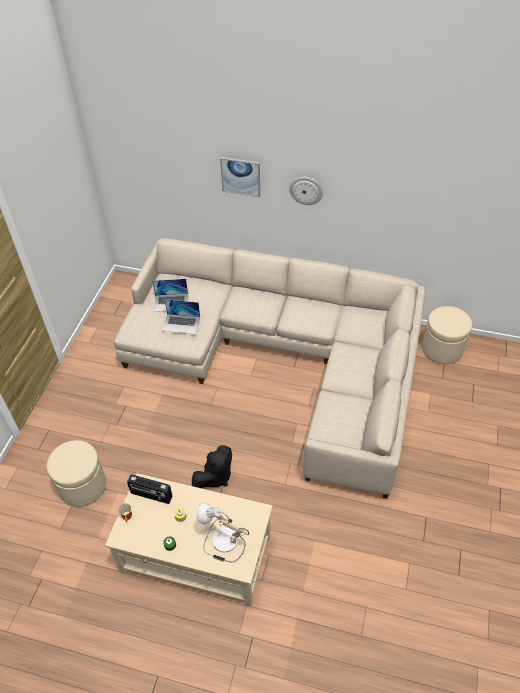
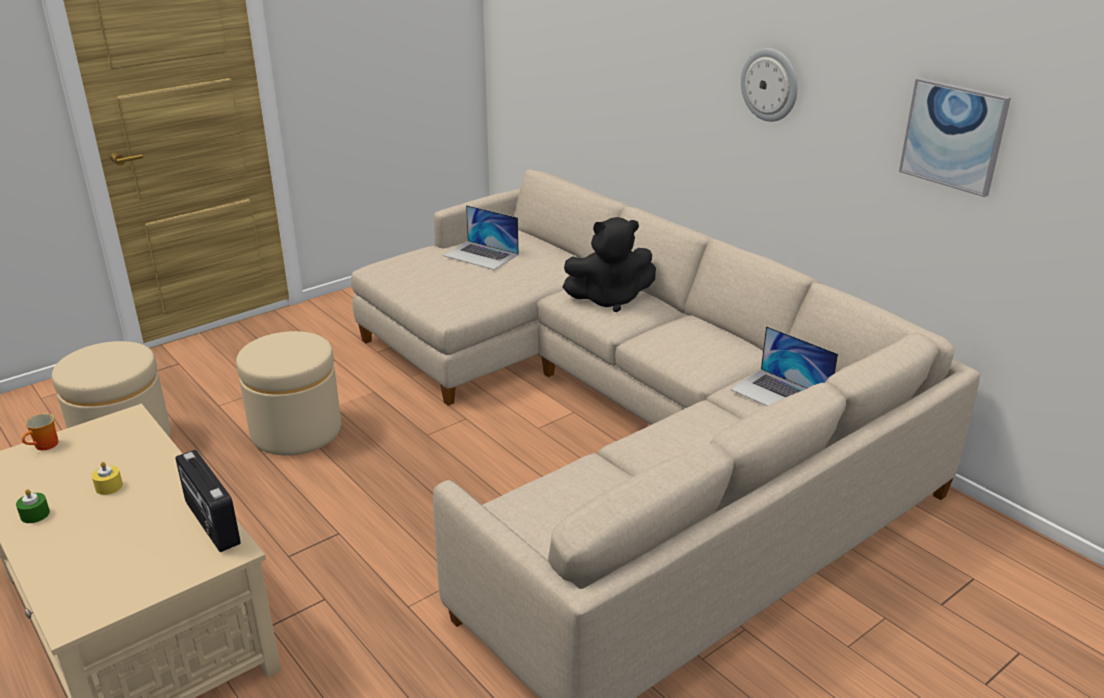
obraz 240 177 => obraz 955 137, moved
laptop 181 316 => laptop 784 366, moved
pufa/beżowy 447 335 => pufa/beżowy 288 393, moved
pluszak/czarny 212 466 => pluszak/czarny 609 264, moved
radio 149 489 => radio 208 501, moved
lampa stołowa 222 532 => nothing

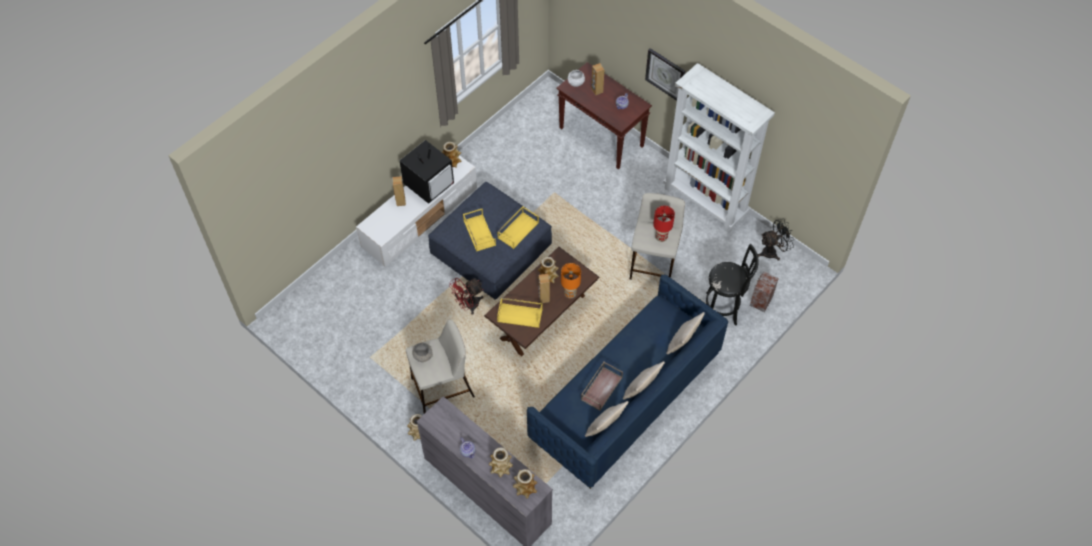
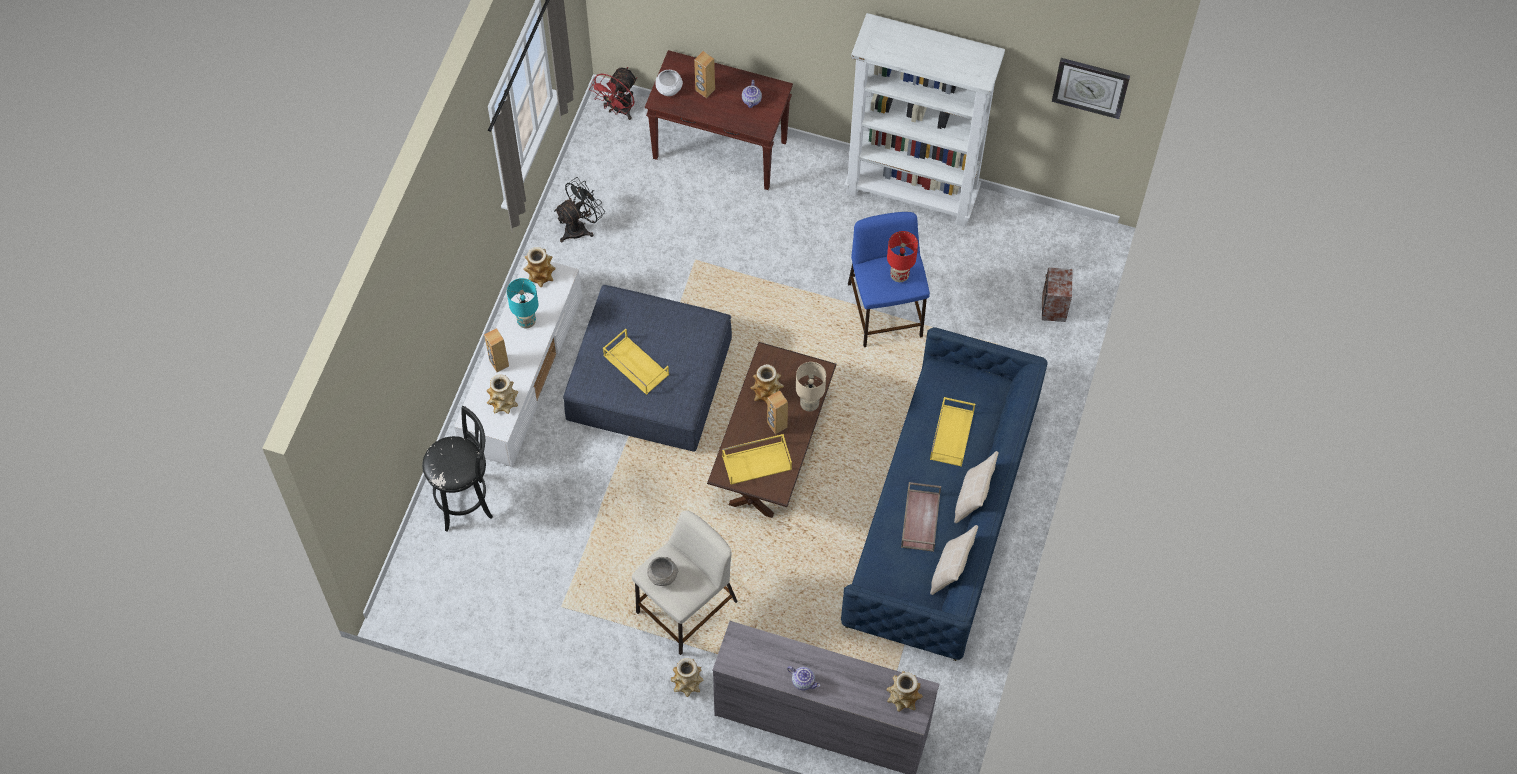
zegar ścienny 665 74 => zegar ścienny 1091 88, moved
telewizor 427 172 => lampa stołowa/turkusowy 522 303
stołek/beżowy 657 236 => stołek/niebieski 889 279
taca/żółty 518 227 => taca/żółty 952 432, moved
wentylator/czarny 776 239 => wentylator/czarny 579 209, moved
stołek/czarny 732 284 => stołek/czarny 457 469, moved
lampa stołowa/pomarańczowy 571 280 => lampa stołowa/beżowy 811 386
wentylator/czerwony 466 296 => wentylator/czerwony 613 93, moved
poduszka/beżowy 685 333 => nothing
wazon 501 462 => wazon 502 394, moved

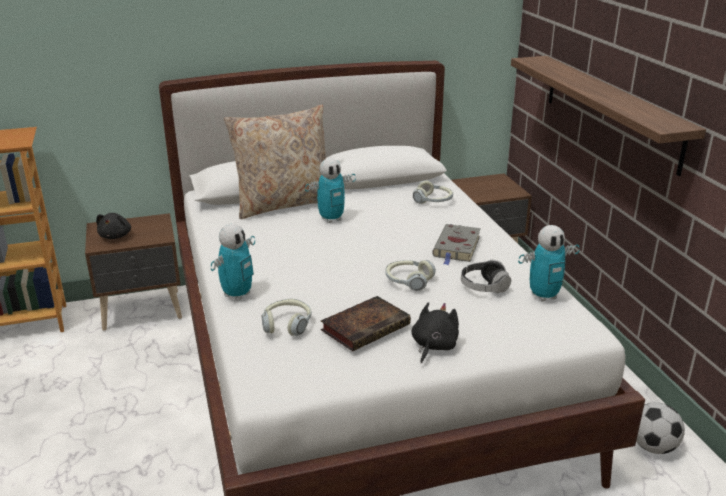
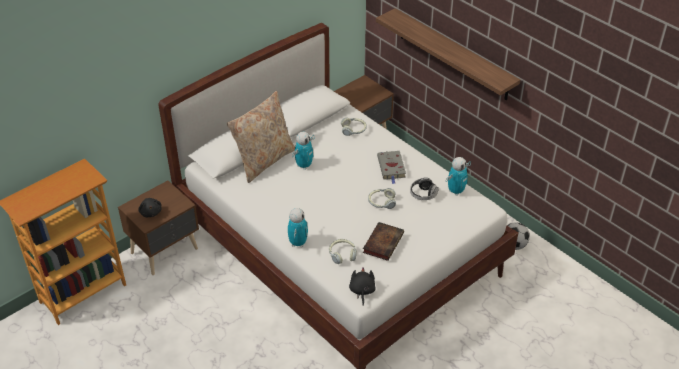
pluszak/czarny 435 333 => pluszak/czarny 362 286, moved

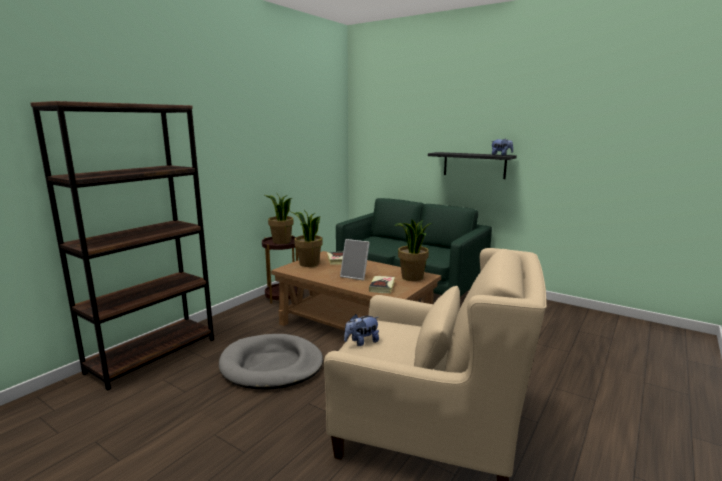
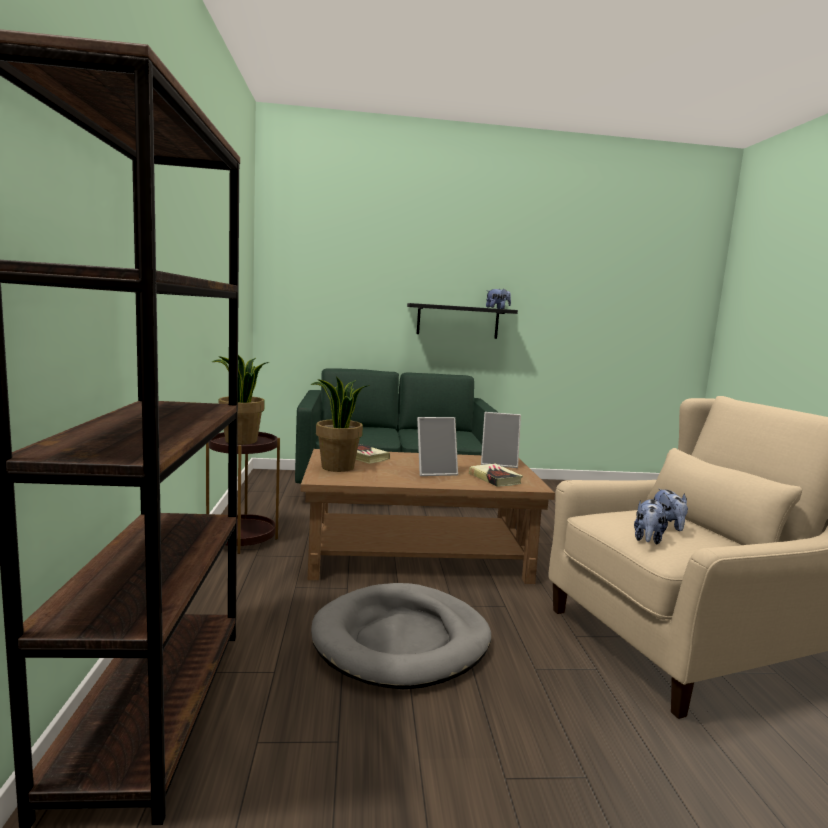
roślina doniczkowa 413 250 => ramka na zdjęcie 501 440
nothing => pluszak 671 510

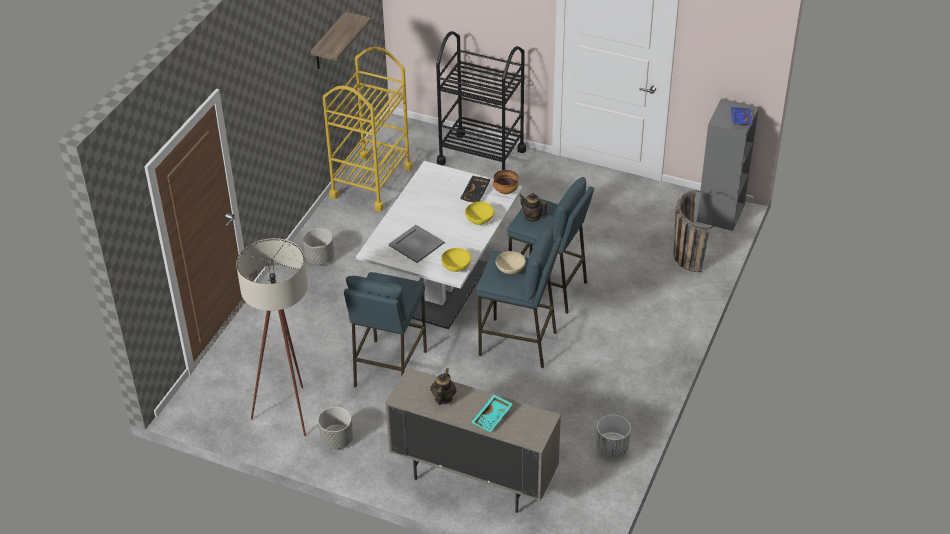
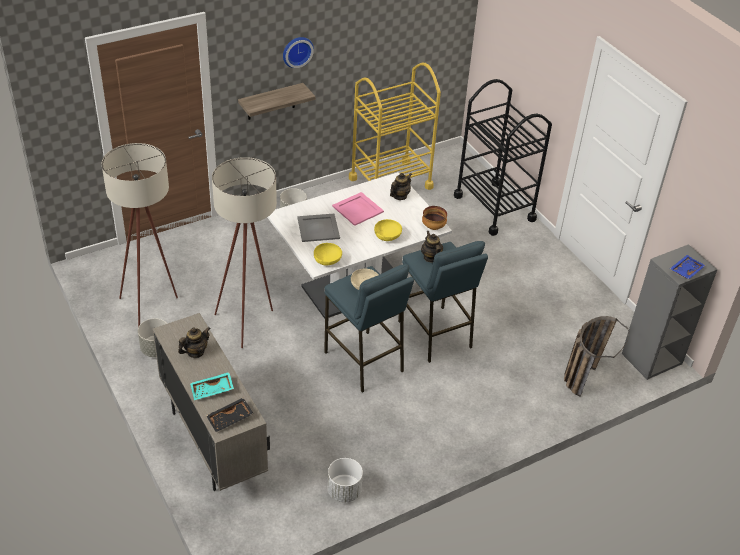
półka 341 40 => półka 276 101, moved
taca/czarny 475 188 => taca/czarny 230 415, moved
stołek/niebieski 385 329 => lampa stojąca/beżowy 244 252
nothing => zegar ścienny 298 52
nothing => imbryk 401 186
nothing => taca/różowy 358 209

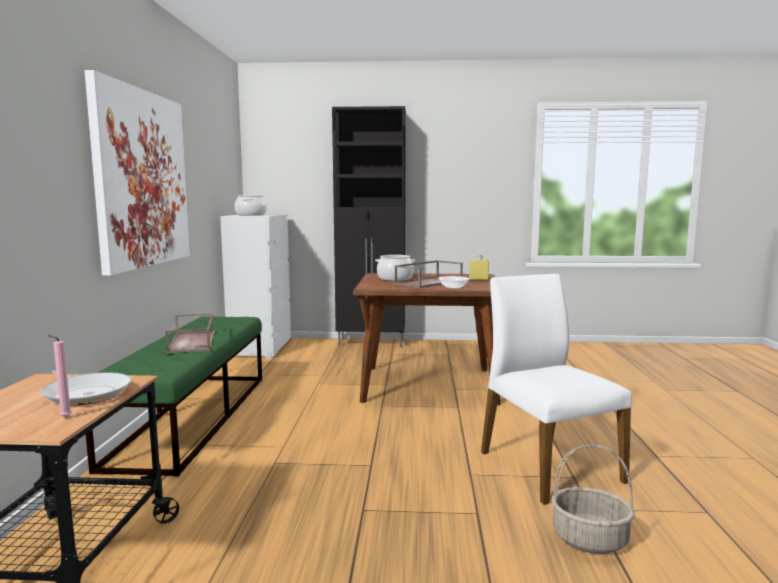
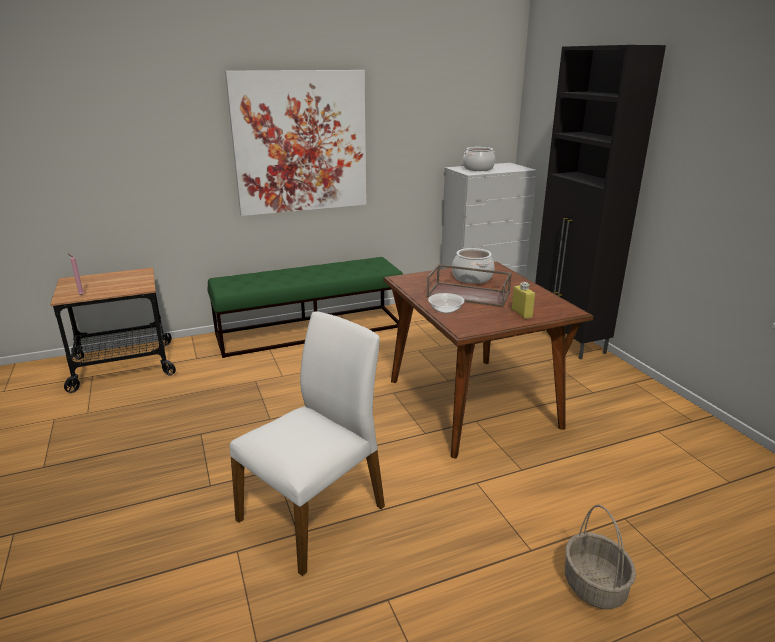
taca/brązowy 190 333 => nothing
patelnia 86 388 => nothing
koszyk 593 499 => koszyk 600 557, moved

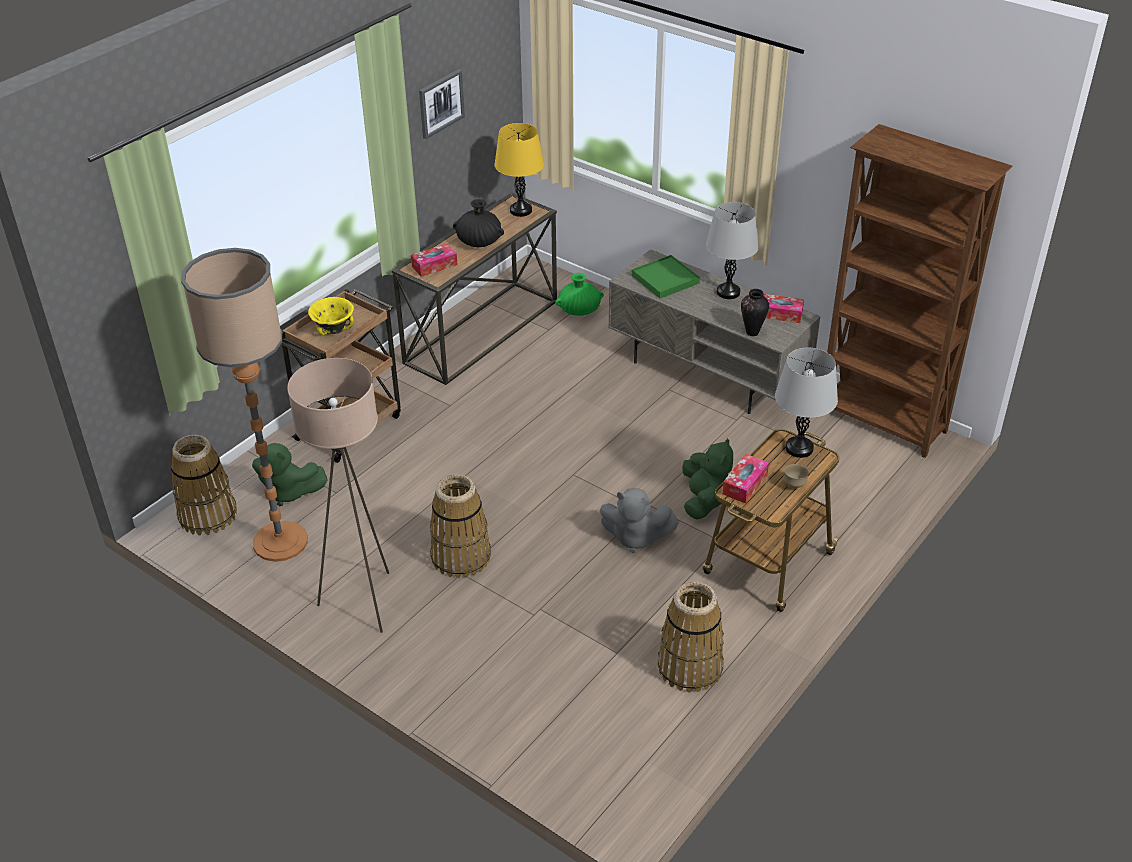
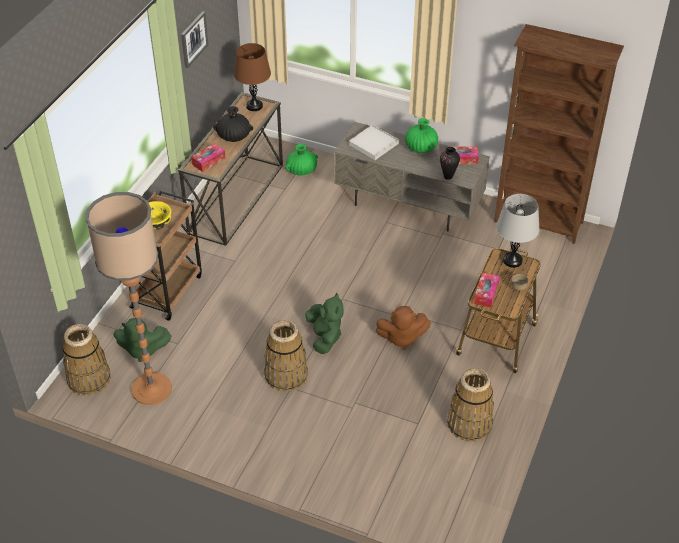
lampa stołowa/żółty 519 170 => lampa stołowa/brązowy 252 77
lampa stołowa/szary 732 250 => wazon/zielony 421 135
taca/zielony 666 277 => taca/biały 374 142
lampa stojąca/beżowy 338 495 => nothing
pluszak/zielony 707 479 => pluszak/zielony 324 323, moved
pluszak/szary 639 520 => pluszak/brązowy 403 328

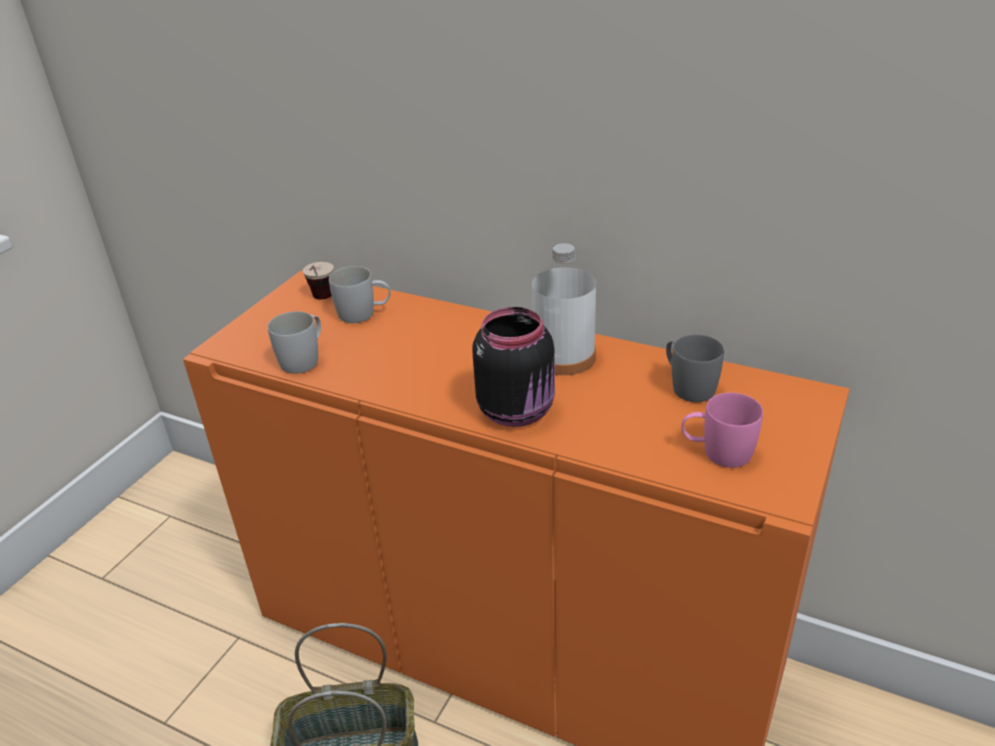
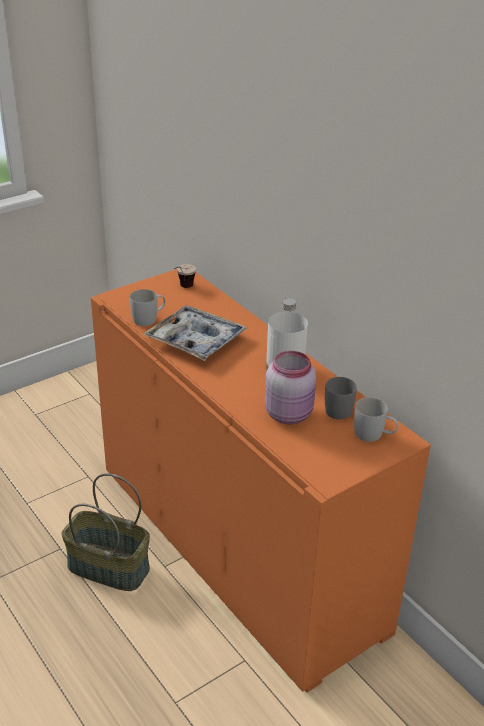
kubek/biały 360 294 => kubek/biały 376 419, moved
słoik/czarny 513 367 => nothing
kubek/różowy 722 430 => nothing
nothing => taca 195 333
nothing => słoik/różowy 290 387

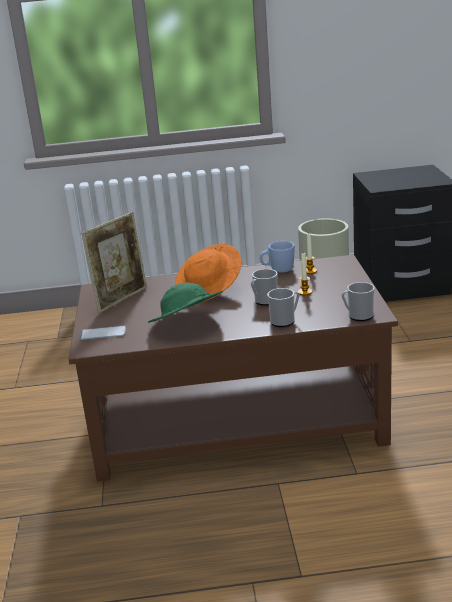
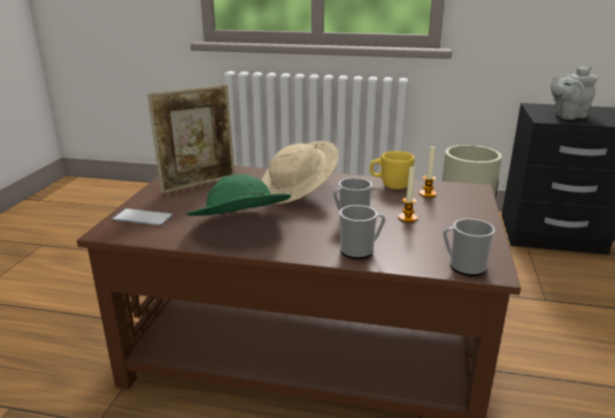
kubek/niebieski 277 257 => kubek/żółty 392 170
kapelusz/pomarańczowy 208 273 => kapelusz/beżowy 300 172
nothing => imbryk/szary 574 93

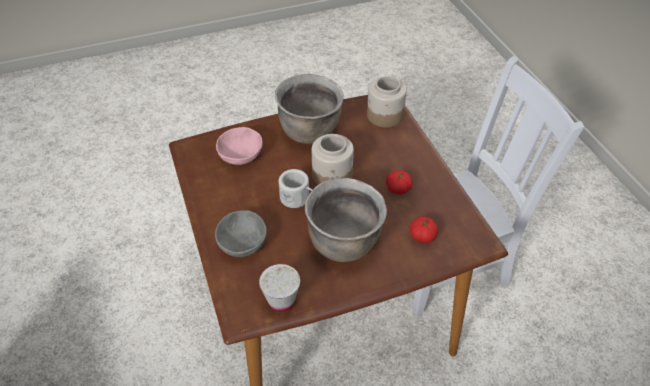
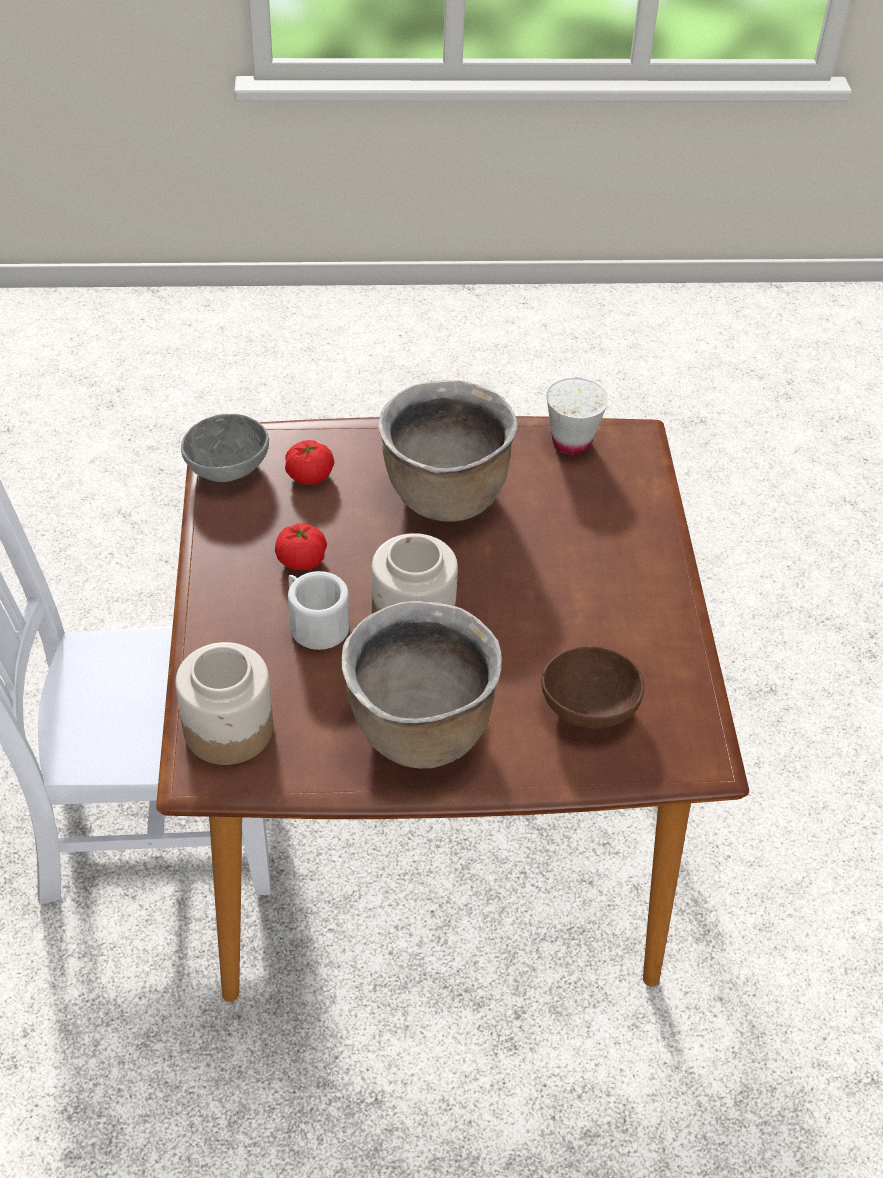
miska/różowy 239 146 => miska/brązowy 592 687
kubek/biały 296 188 => kubek/biały 318 610, moved
miska/szary 241 233 => miska/szary 225 448, moved

